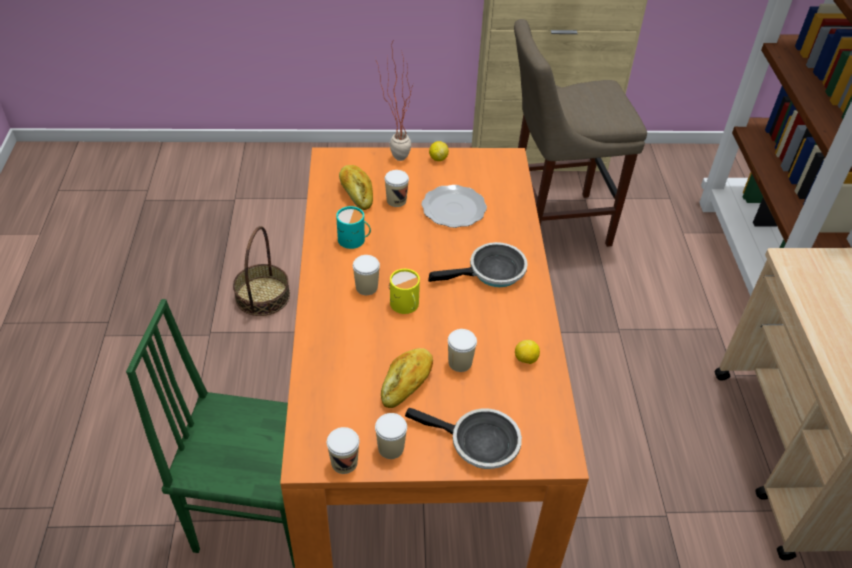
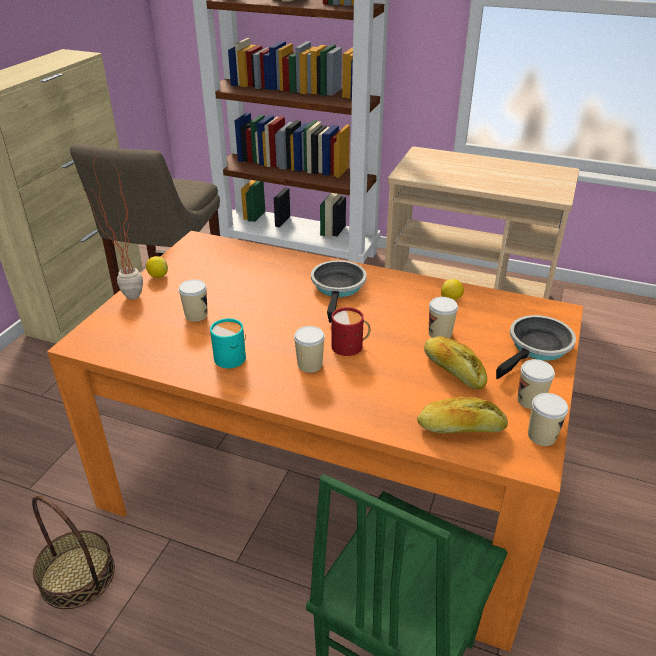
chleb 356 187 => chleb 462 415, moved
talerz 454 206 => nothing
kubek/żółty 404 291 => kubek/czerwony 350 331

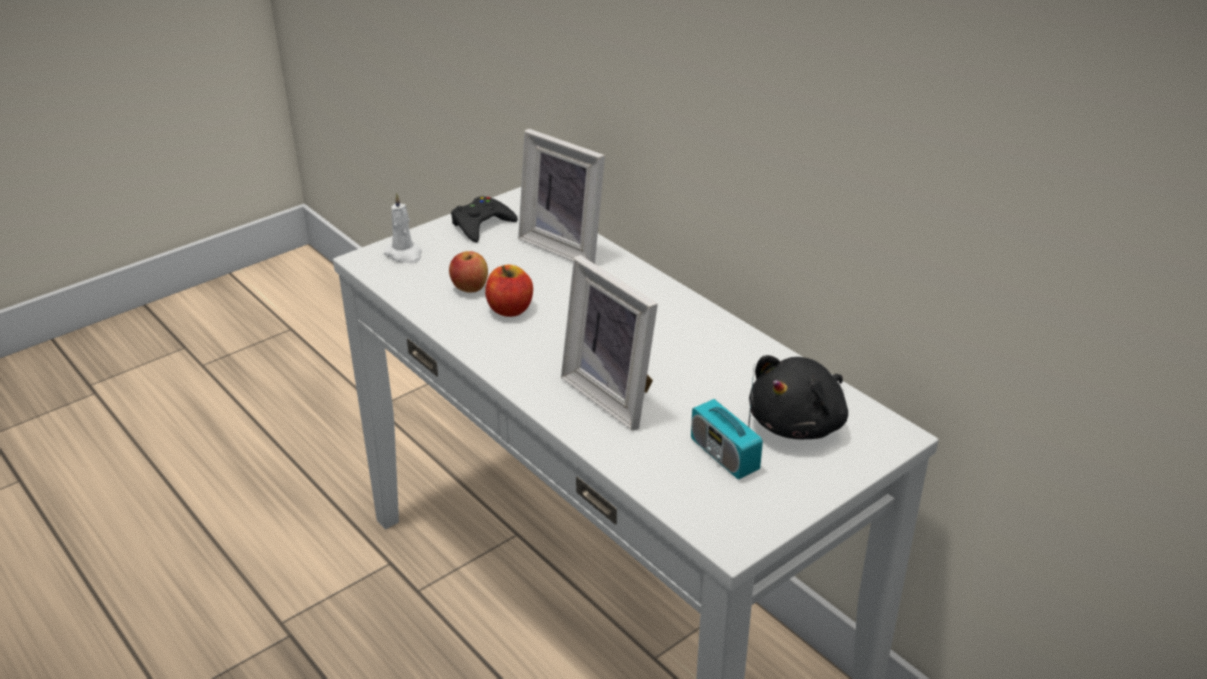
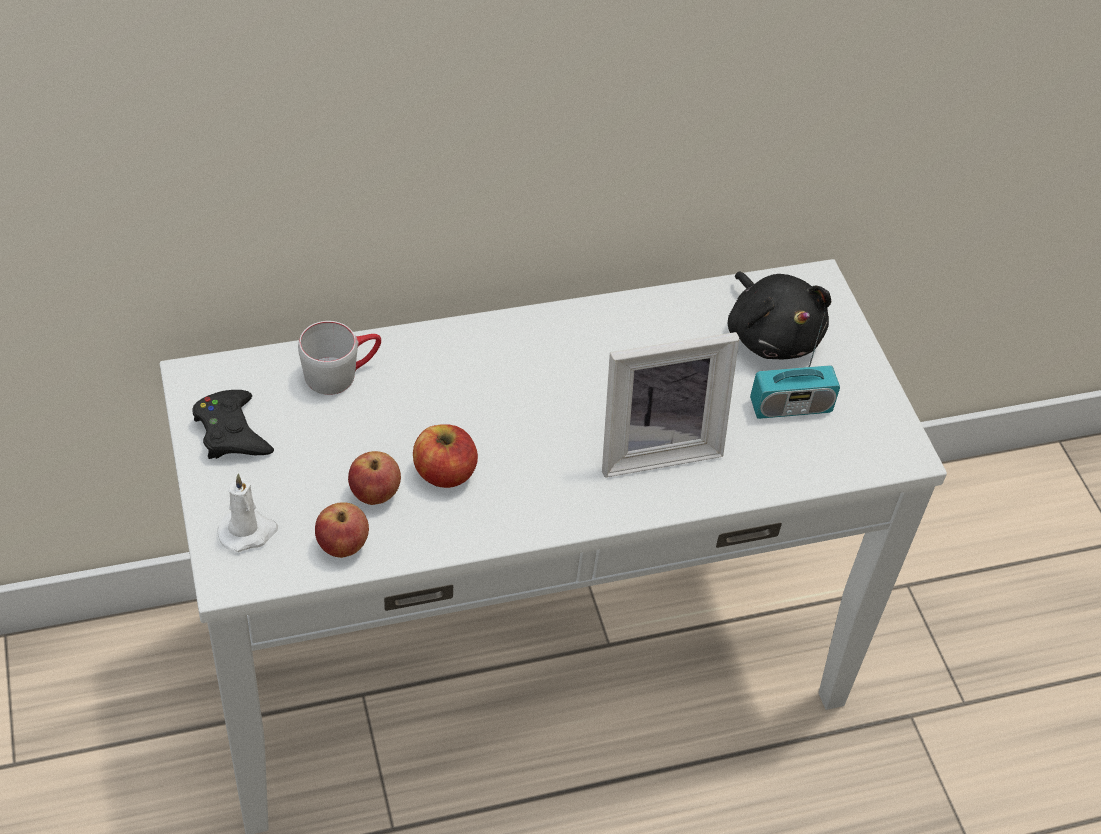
ramka na zdjęcie 561 196 => kubek/szary 339 358
nothing => jabłko 342 530

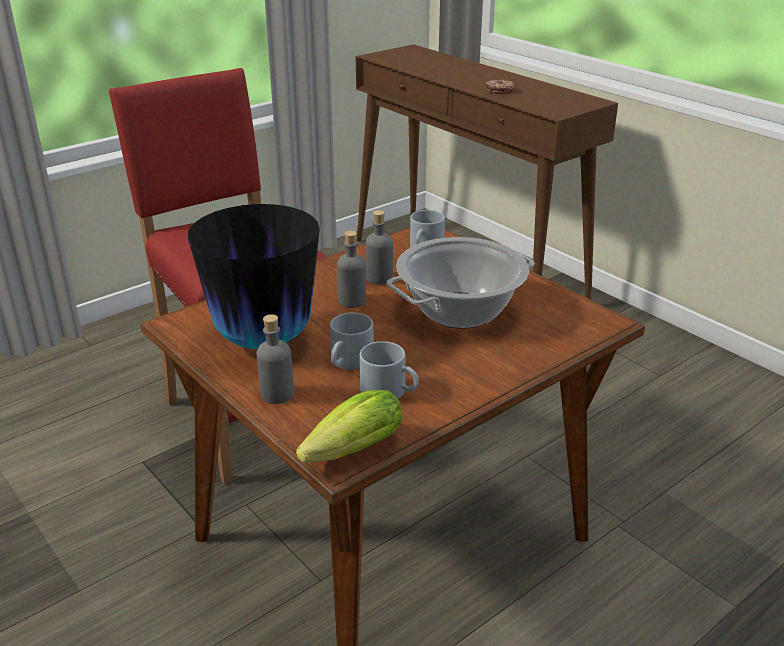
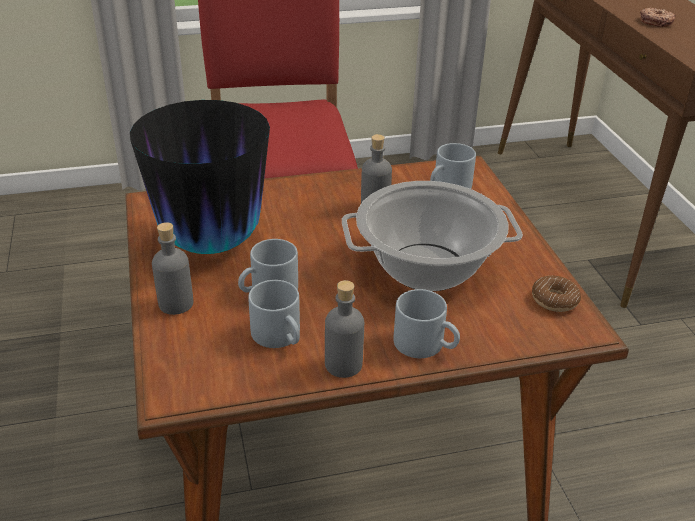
butelka/szary 351 269 => butelka/szary 344 329, moved
sałata 349 426 => nothing
nothing => donut 556 293
nothing => kubek/szary 427 323

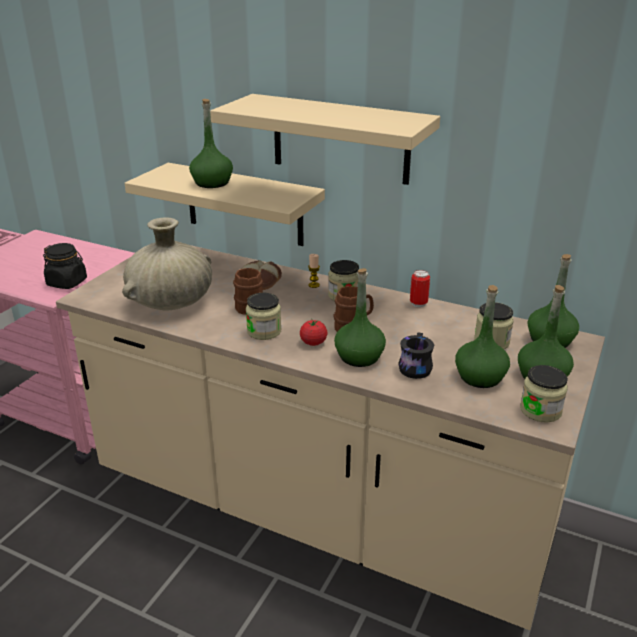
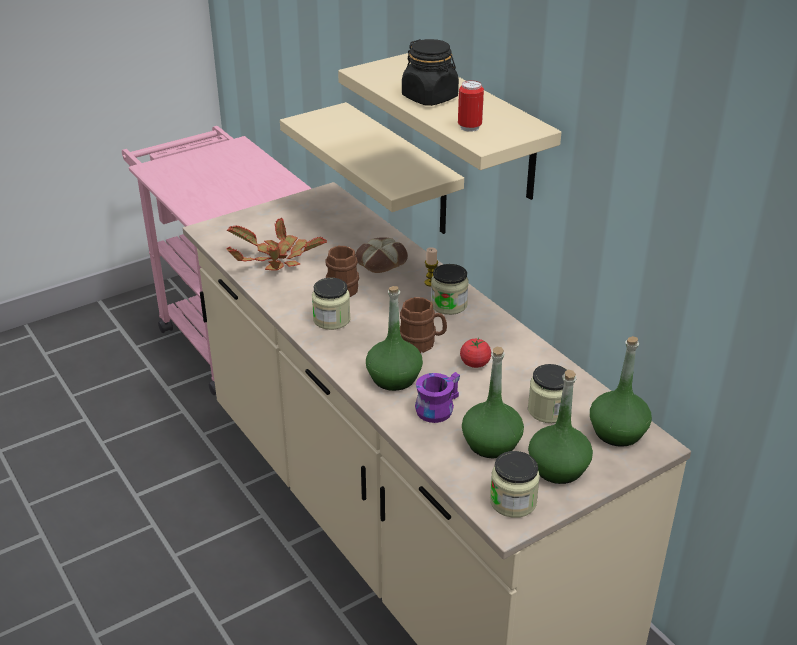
butelka/zielony 211 143 => nothing
wazon/beżowy 167 263 => roślina doniczkowa 277 244
słoik/czarny 65 266 => słoik/czarny 430 72, moved
puszka 420 288 => puszka 471 106, moved
pomidor 313 333 => pomidor 475 353, moved
kubek/czarny 416 355 => kubek/fioletowy 437 397

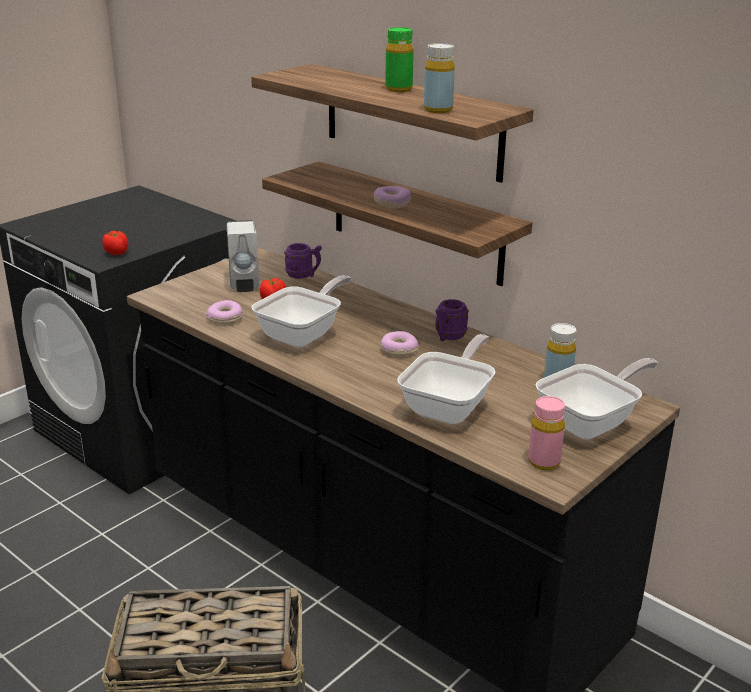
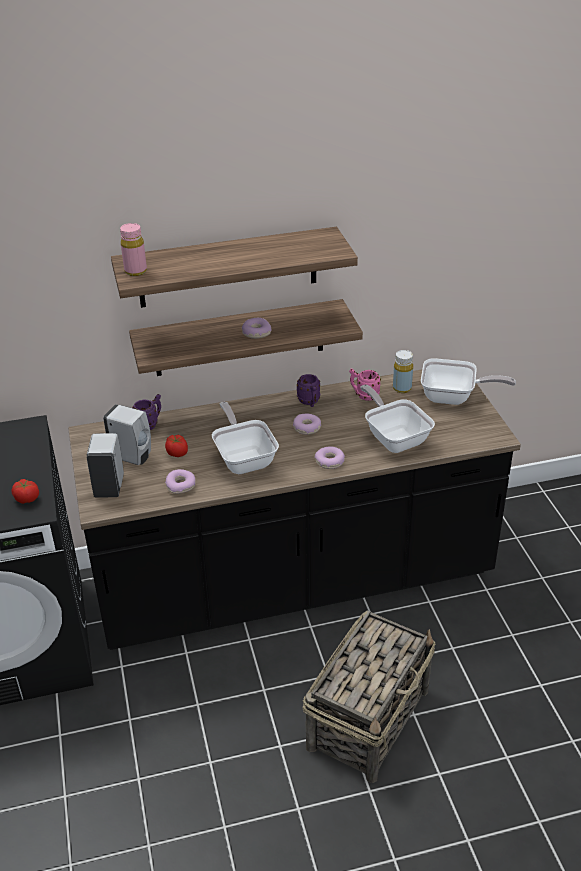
butelka/zielony 399 59 => nothing
butelka/żółty 439 78 => nothing
patelnia 597 398 => patelnia 468 381, 105 degrees clockwise
butelka/różowy 546 433 => butelka/różowy 133 249, moved
nothing => kubek/różowy 365 385
nothing => dozownik mydła/biały 105 465
nothing => donut 330 458

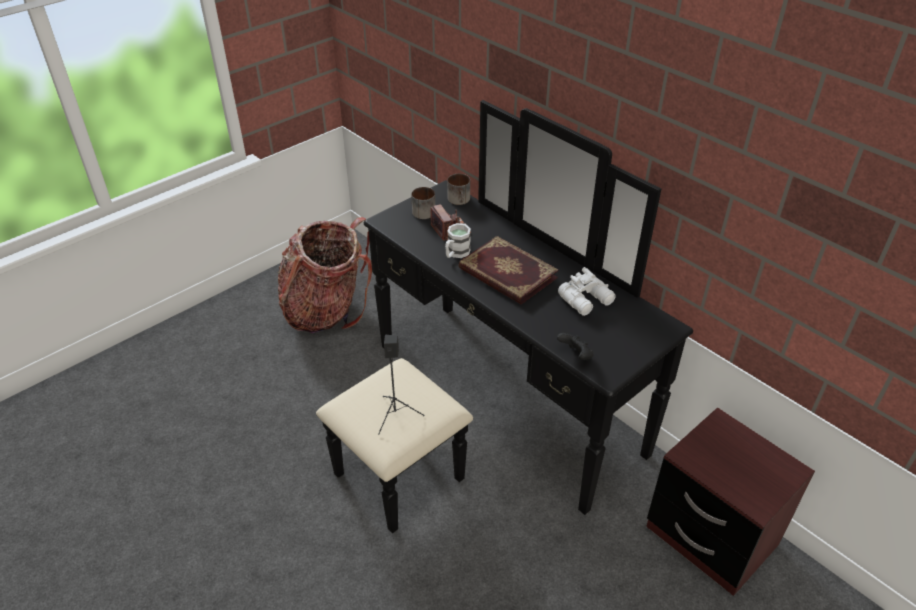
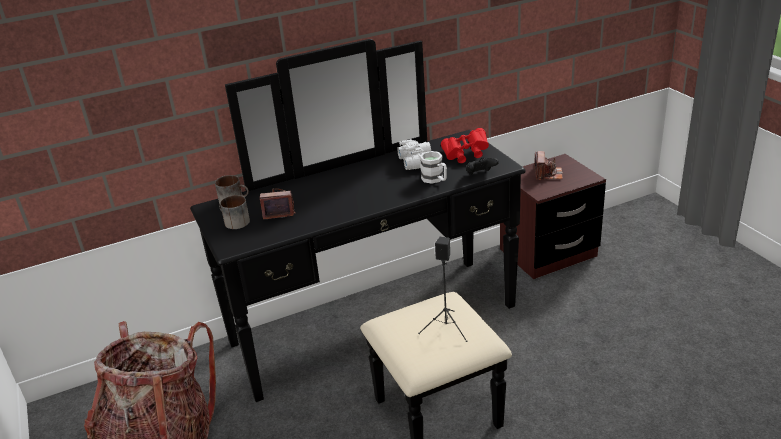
kubek/biały 458 240 => kubek/biały 433 167, moved
książka 508 270 => nothing
nothing => lornetka/czerwony 465 145
nothing => aparat fotograficzny 548 165

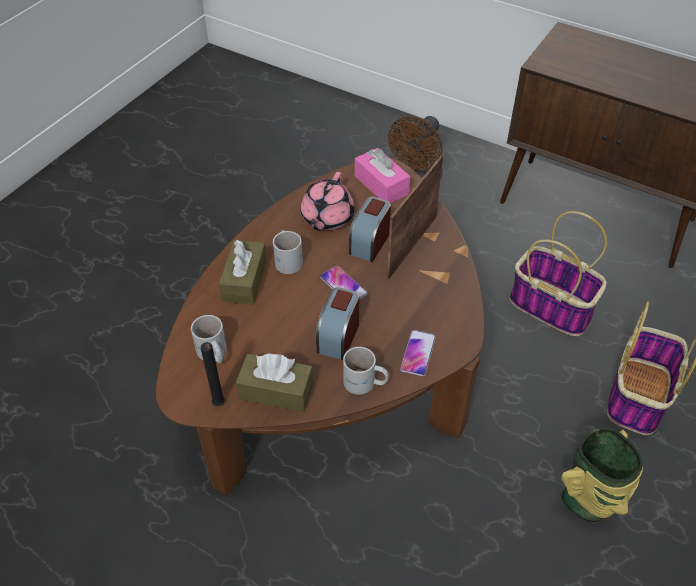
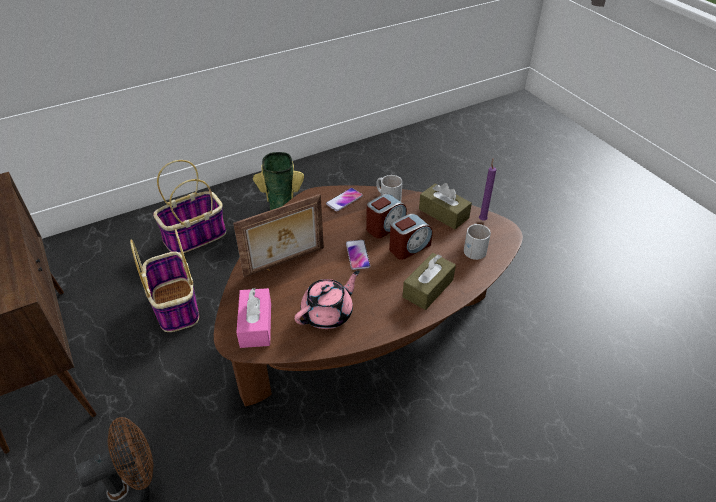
budzik 370 229 => budzik 410 237, moved
kubek/biały 288 252 => nothing
świeca/czarny 213 374 => świeca/fioletowy 488 189

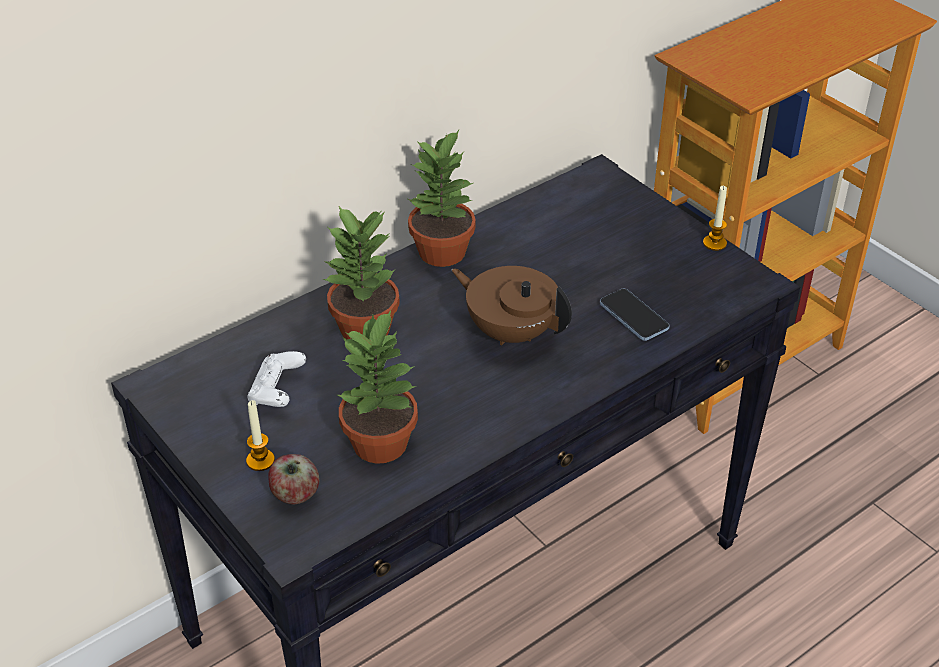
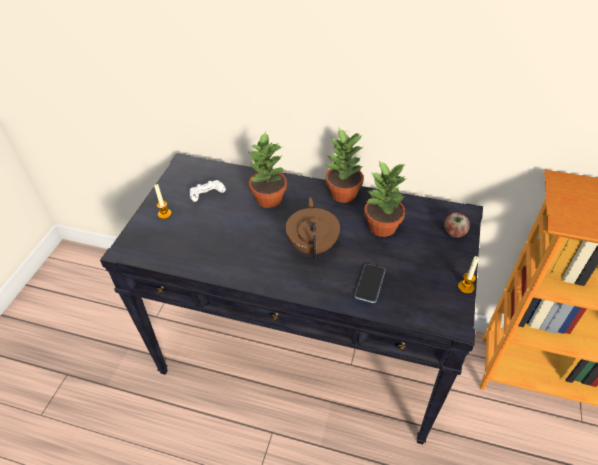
roślina doniczkowa 378 387 => roślina doniczkowa 385 199, moved
jabłko 293 479 => jabłko 457 225, moved

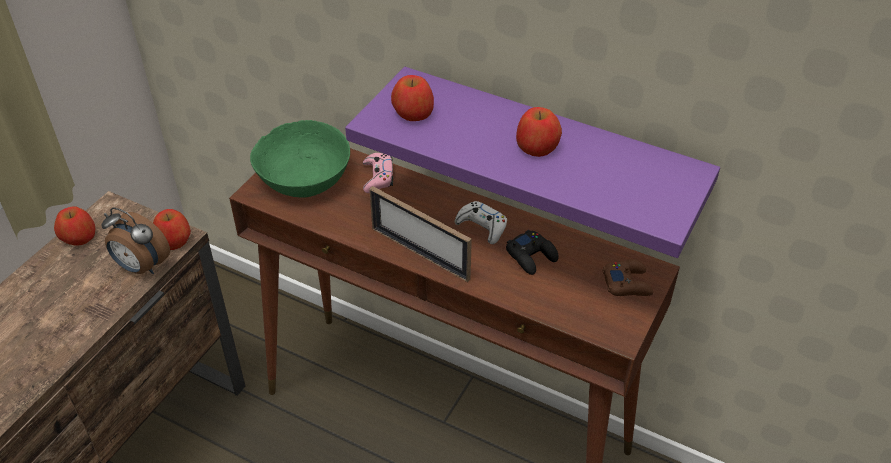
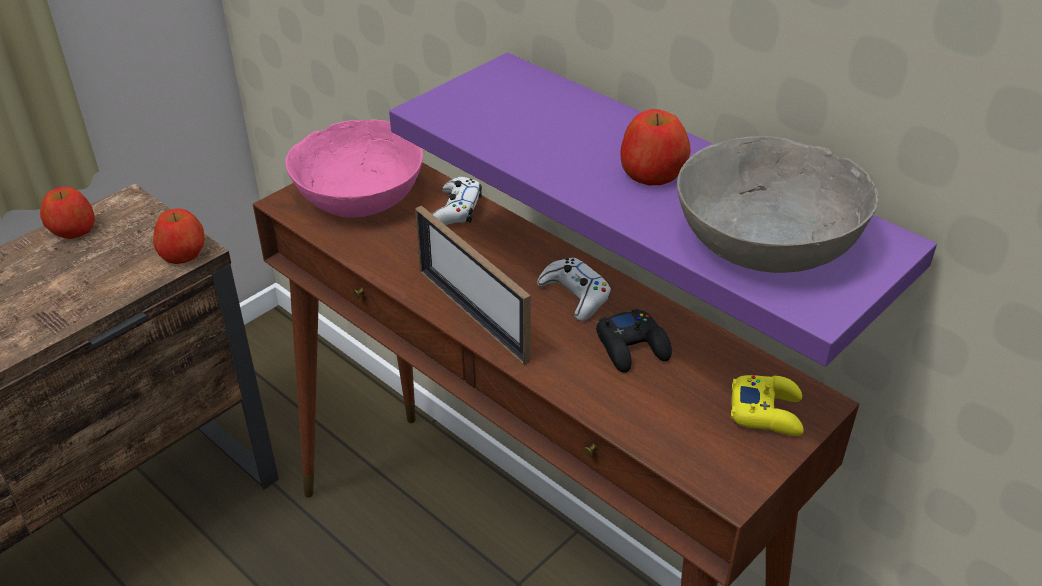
jabłko 412 98 => nothing
miska/zielony 300 159 => miska/różowy 354 168
pad do gier/różowy 378 173 => pad do gier/biały 457 201
budzik 135 240 => nothing
pad do gier/brązowy 627 277 => pad do gier/żółty 767 405
nothing => miska/szary 778 204

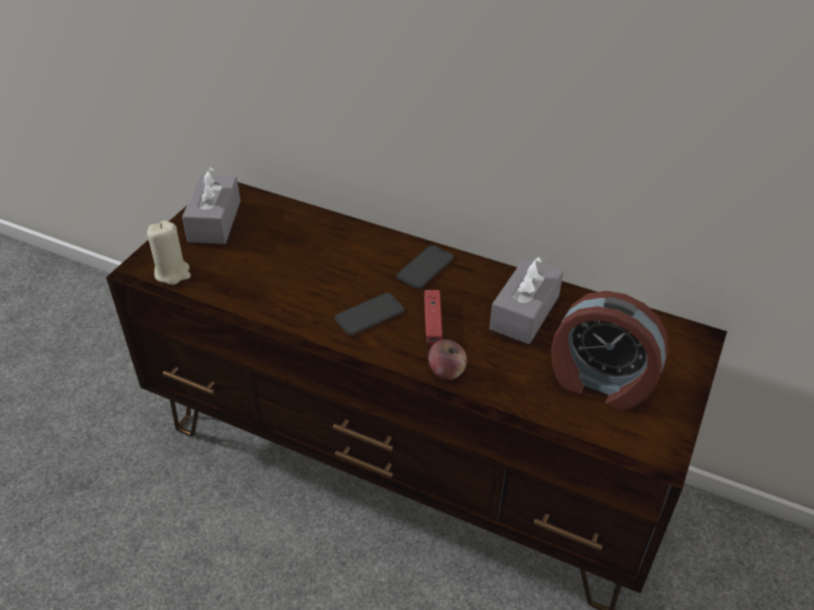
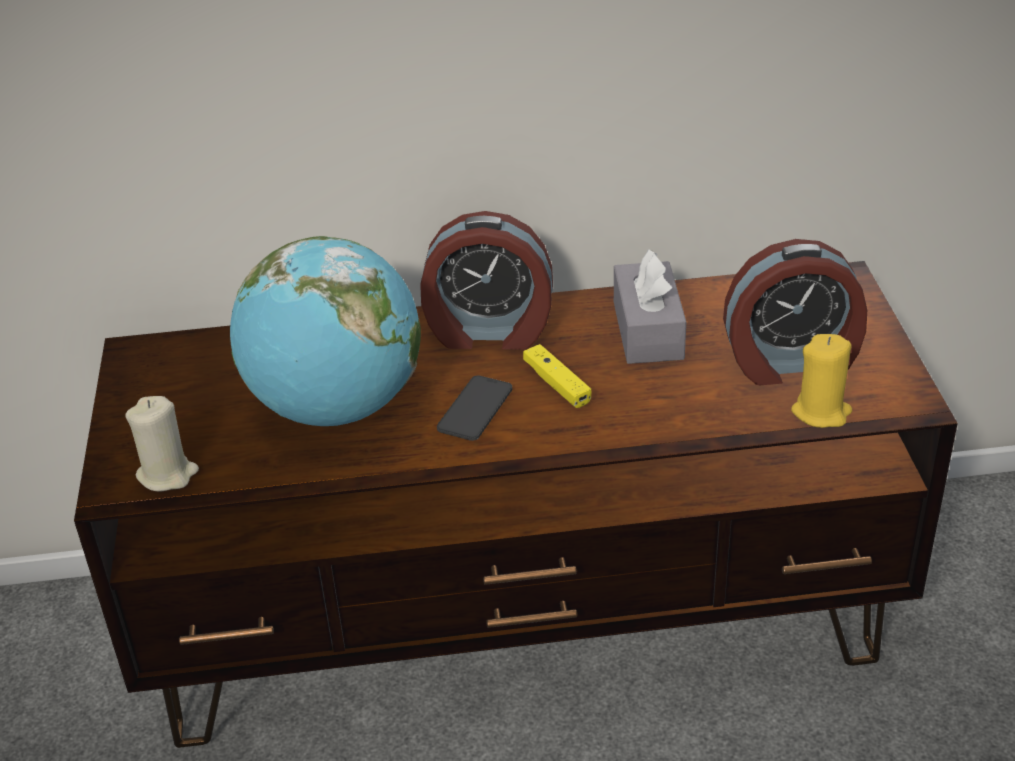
pudełko chusteczek/szary 211 205 => nothing
telefon 425 267 => budzik 486 280
pad do gier/czerwony 433 317 => pad do gier/żółty 557 376
jabłko 447 360 => nothing
nothing => globus 325 331
nothing => świeca/żółty 821 381

